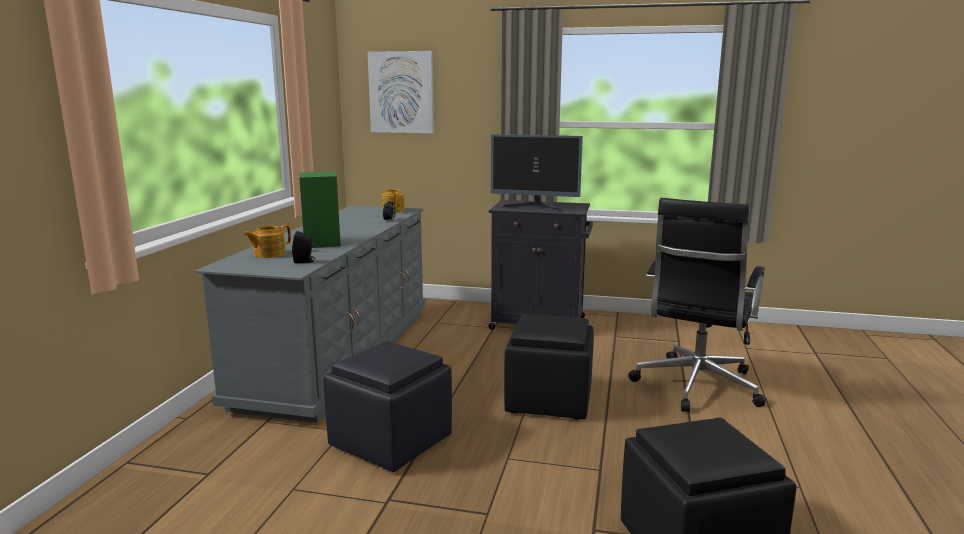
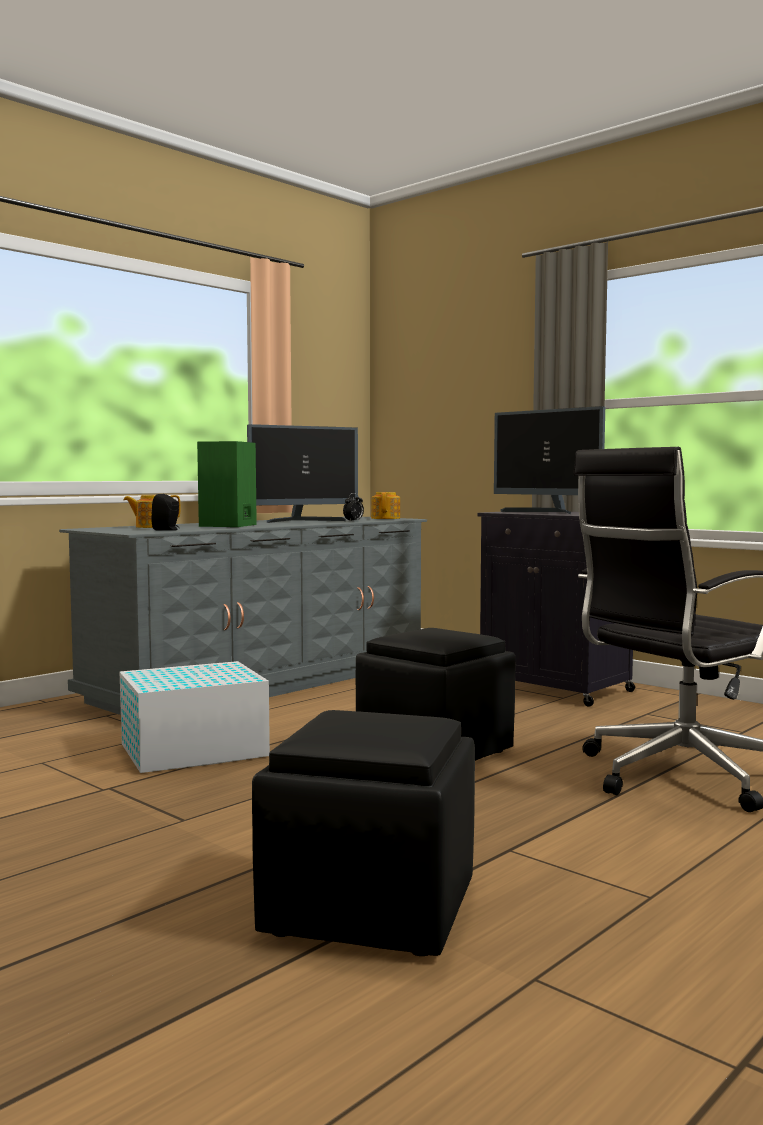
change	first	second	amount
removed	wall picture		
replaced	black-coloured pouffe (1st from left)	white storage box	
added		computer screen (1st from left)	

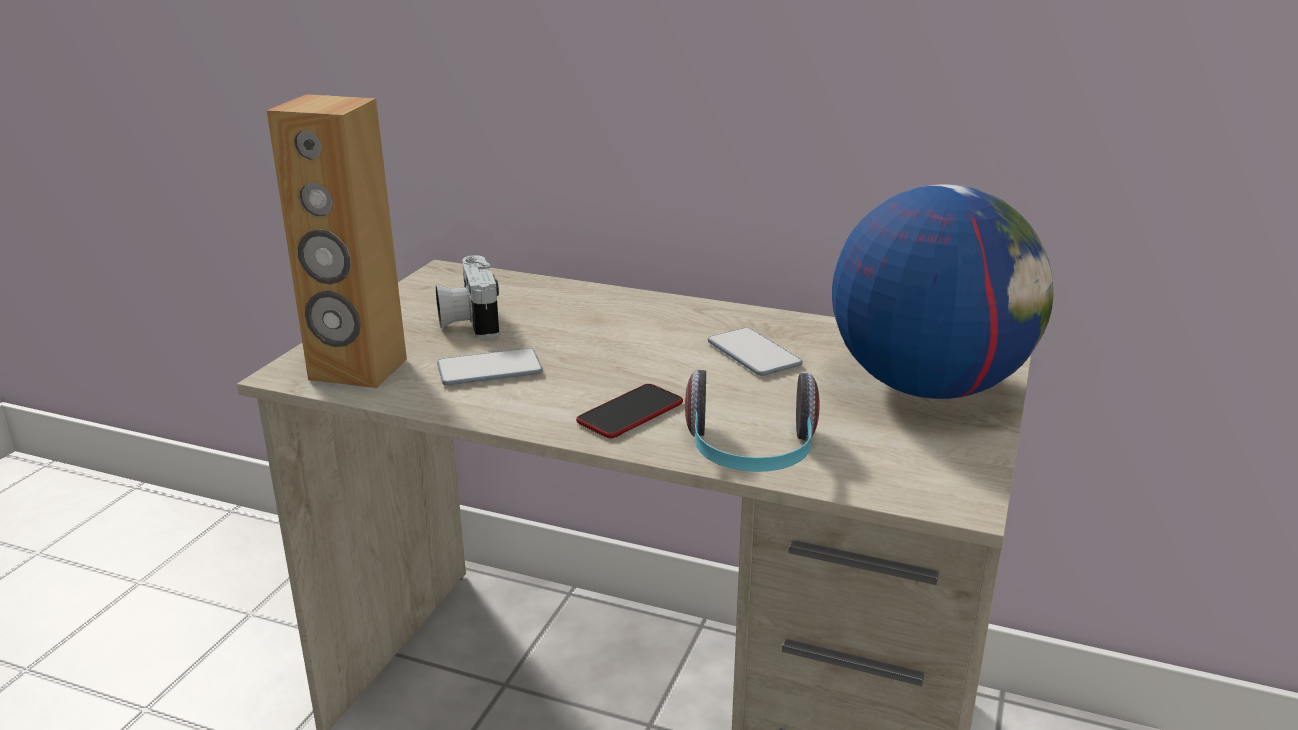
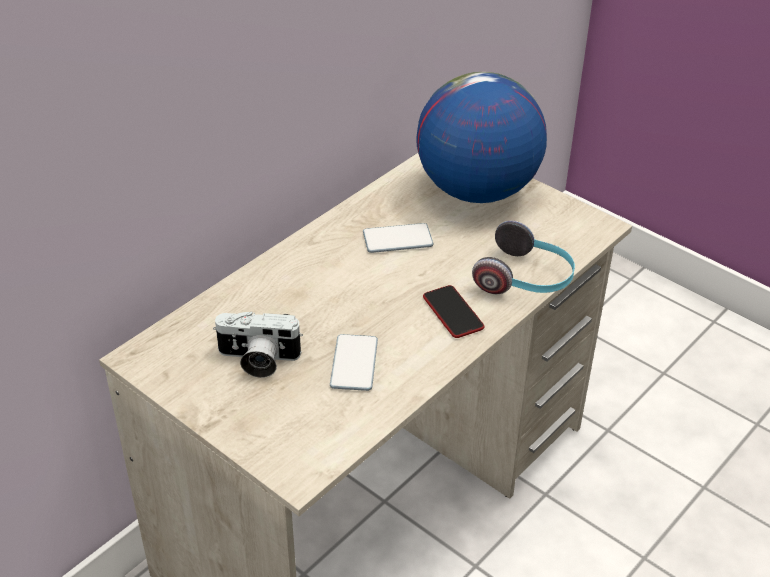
change	first	second	amount
removed	brown-coloured audio speaker		

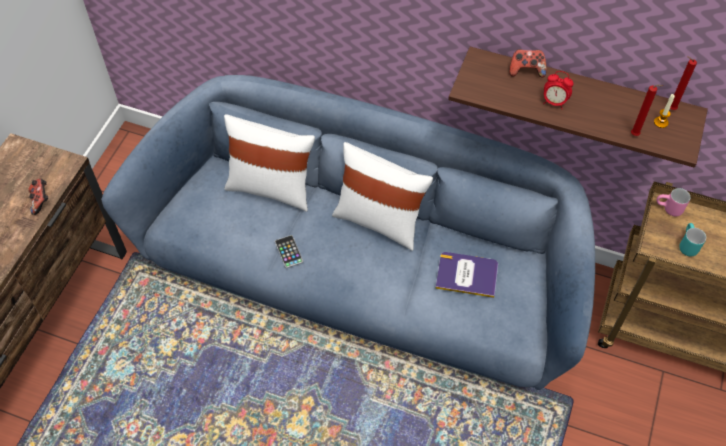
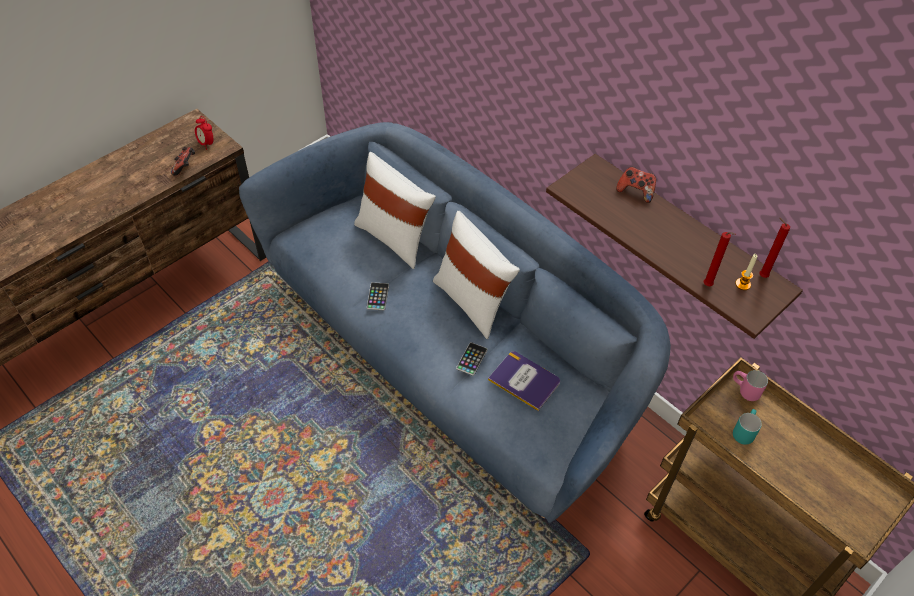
change	first	second	amount
moved	bedside clock		
added		handset (2nd from left)	

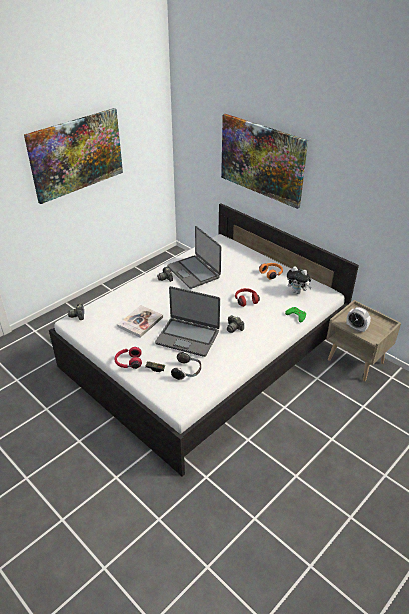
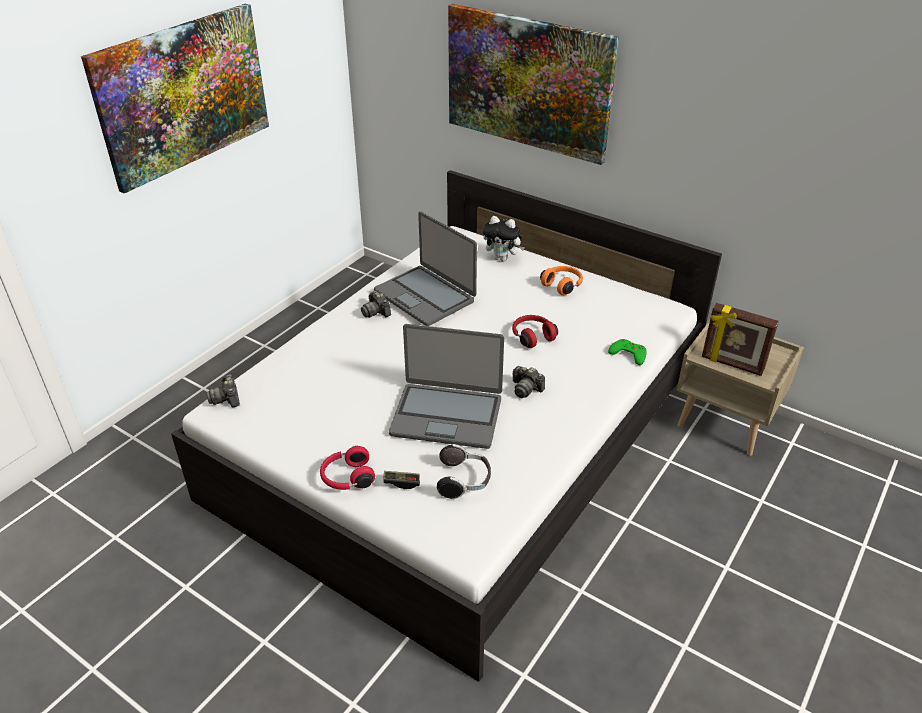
change	first	second	amount
moved	cuddly toy		
removed	volume		
replaced	bedside clock	standing frame	

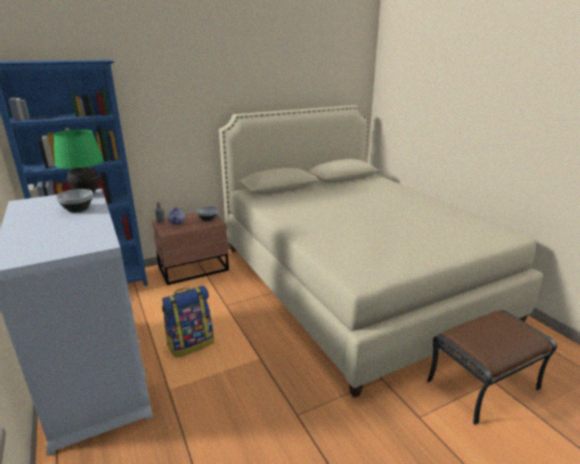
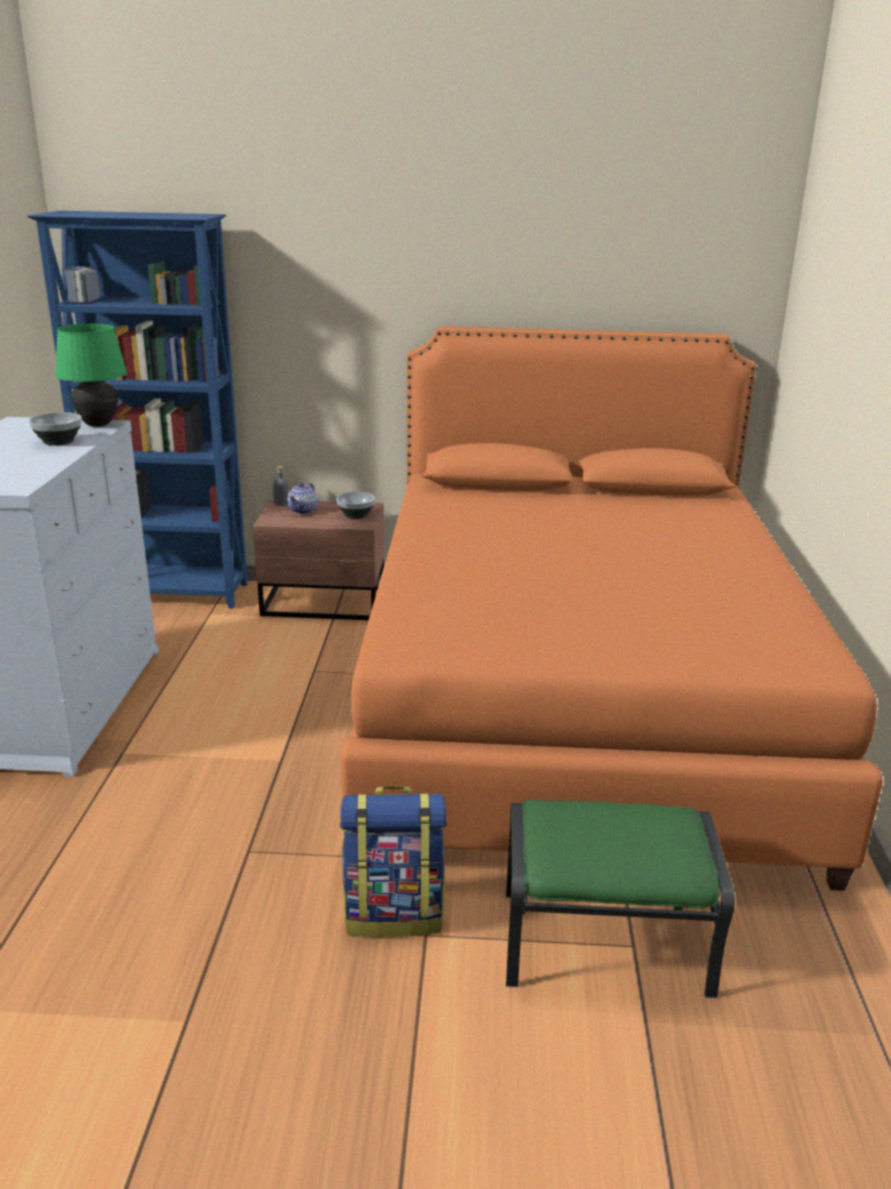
change	first	second	amount
recoloured	beige sleeping bed	orange-coloured sleeping bed	
moved	rucksack		
recoloured	brown-coloured pouffe	green-coloured pouffe	

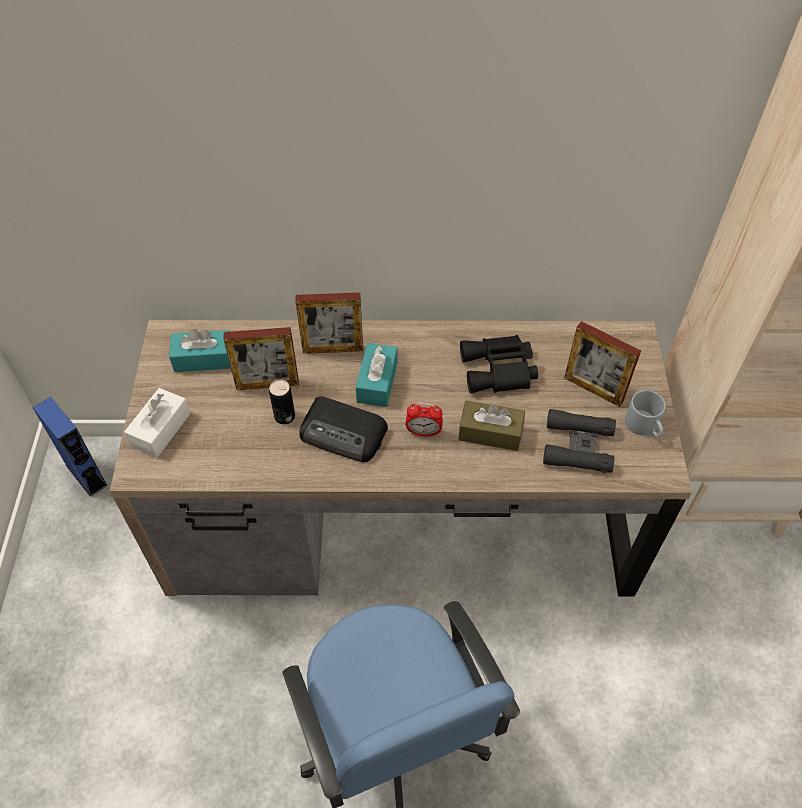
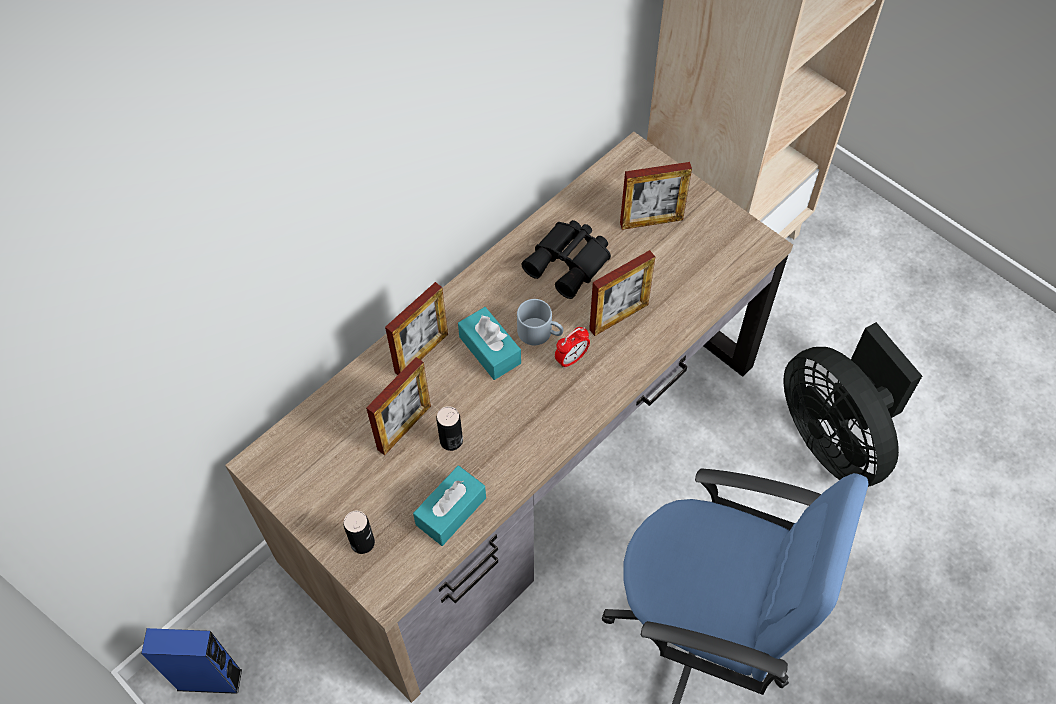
change	first	second	amount
moved	turquoise-coloured box of tissues (1st from left)		
replaced	white box of tissues	can (1st from left)	
moved	gray mug		
removed	radio		
replaced	brown-coloured box of tissues	standing frame (3rd from left)	
removed	black-coloured binoculars (2nd from left)		
added		black-coloured electric fan	

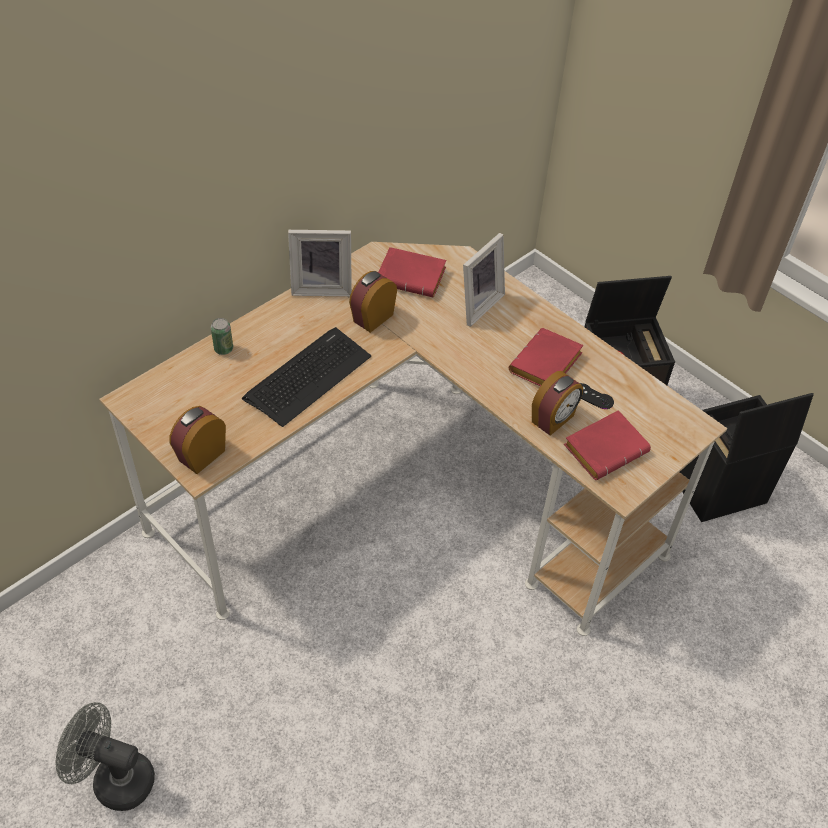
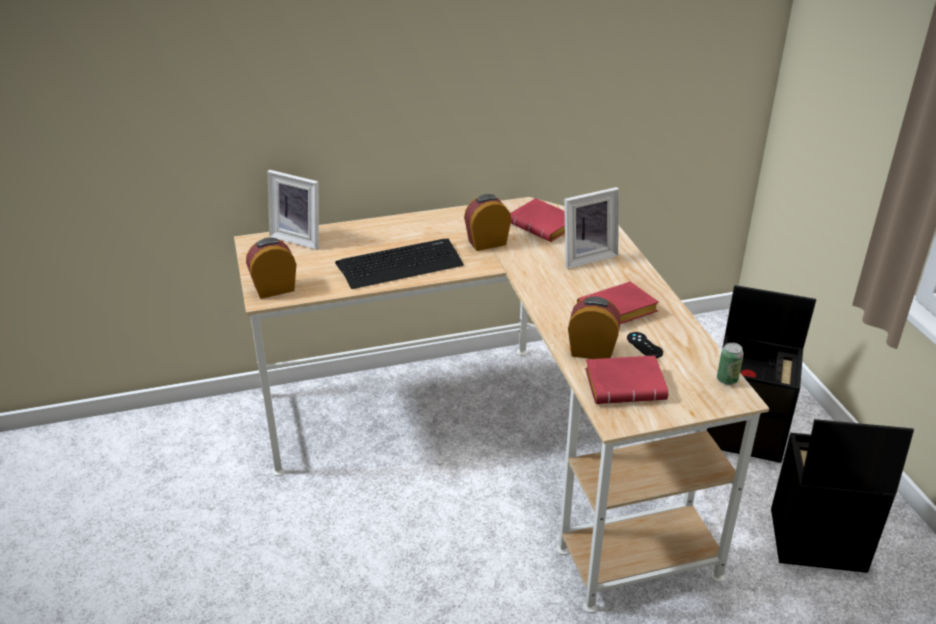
change	first	second	amount
moved	standing frame (1st from left)		
moved	can		
turned	bedside clock (3rd from left)		150 degrees counterclockwise
removed	gray electric fan		

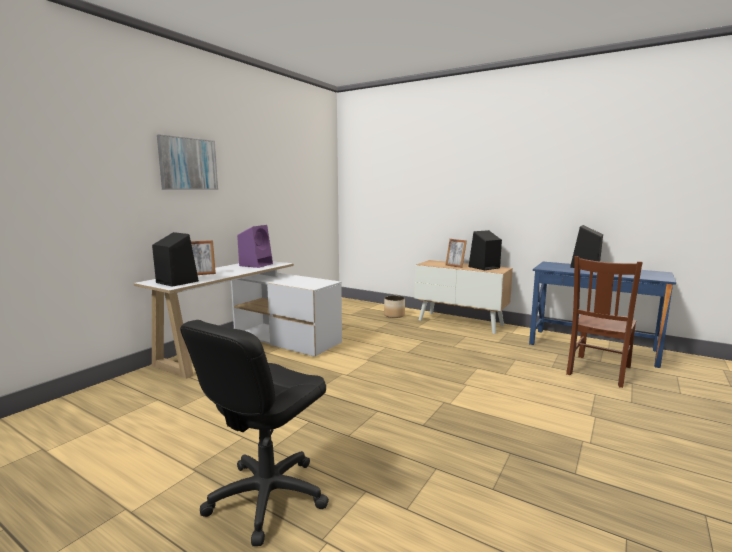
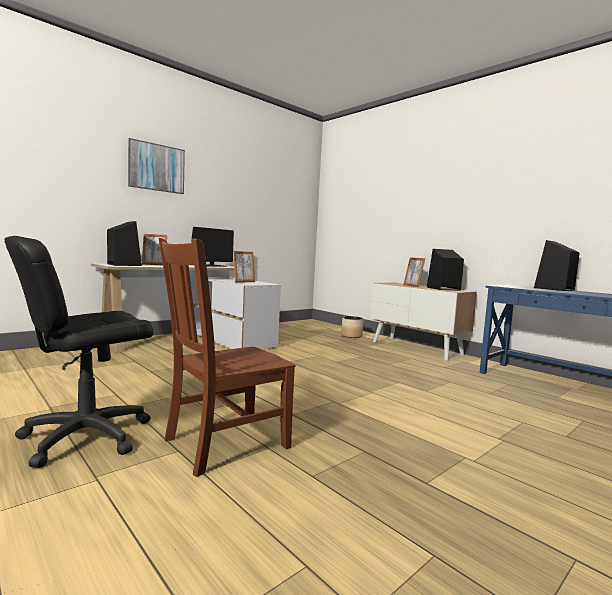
change	first	second	amount
replaced	purplish audio speaker	computer screen	
moved	brown-coloured upright chair		
added		standing frame (2nd from left)	

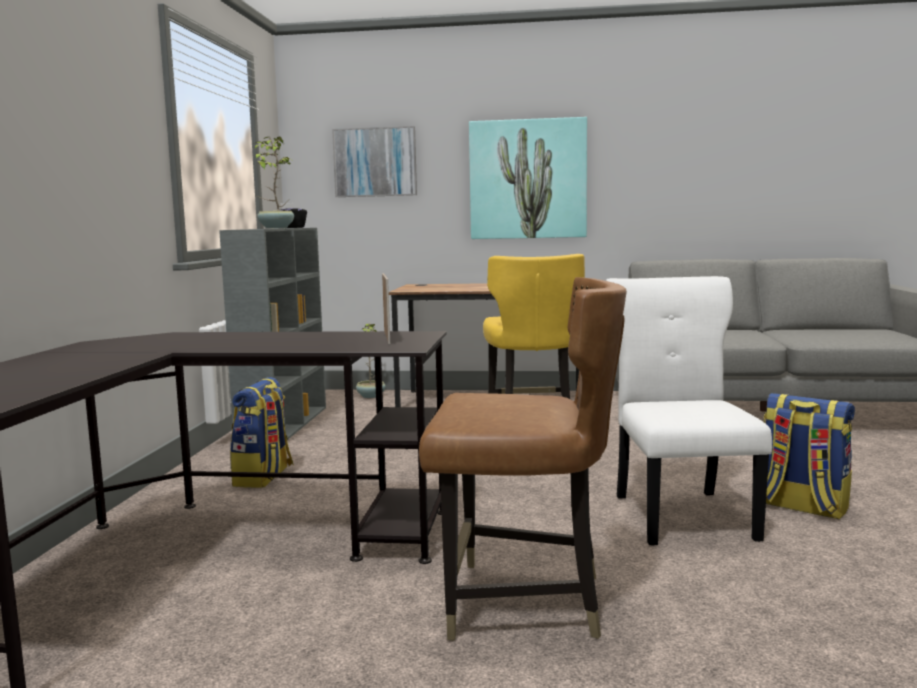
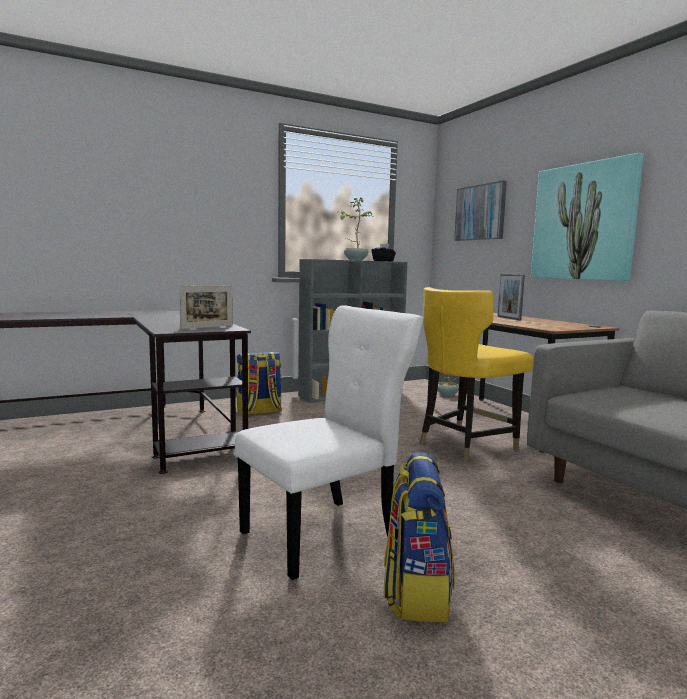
change	first	second	amount
removed	brown-coloured upright chair		
added		standing frame (2nd from left)	

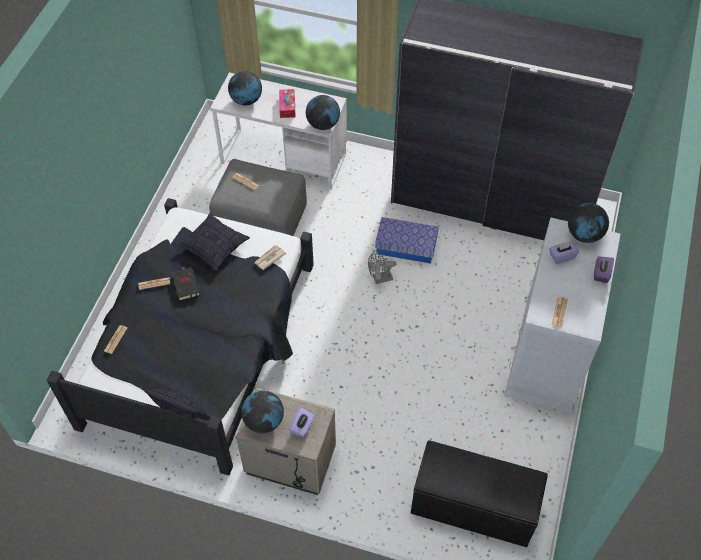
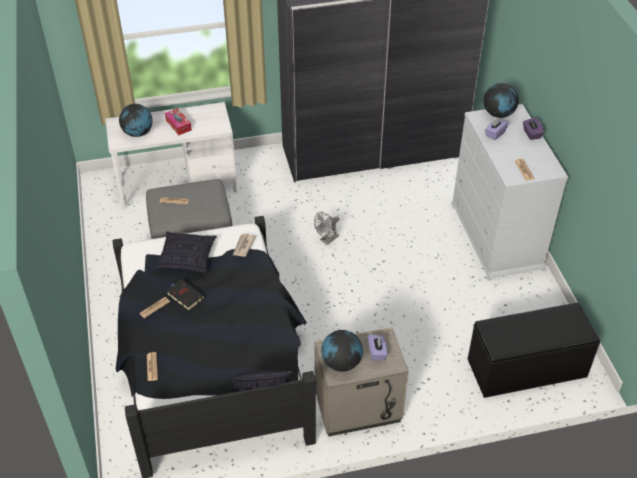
change	first	second	amount
removed	desk globe (3rd from left)		
removed	storage box		

